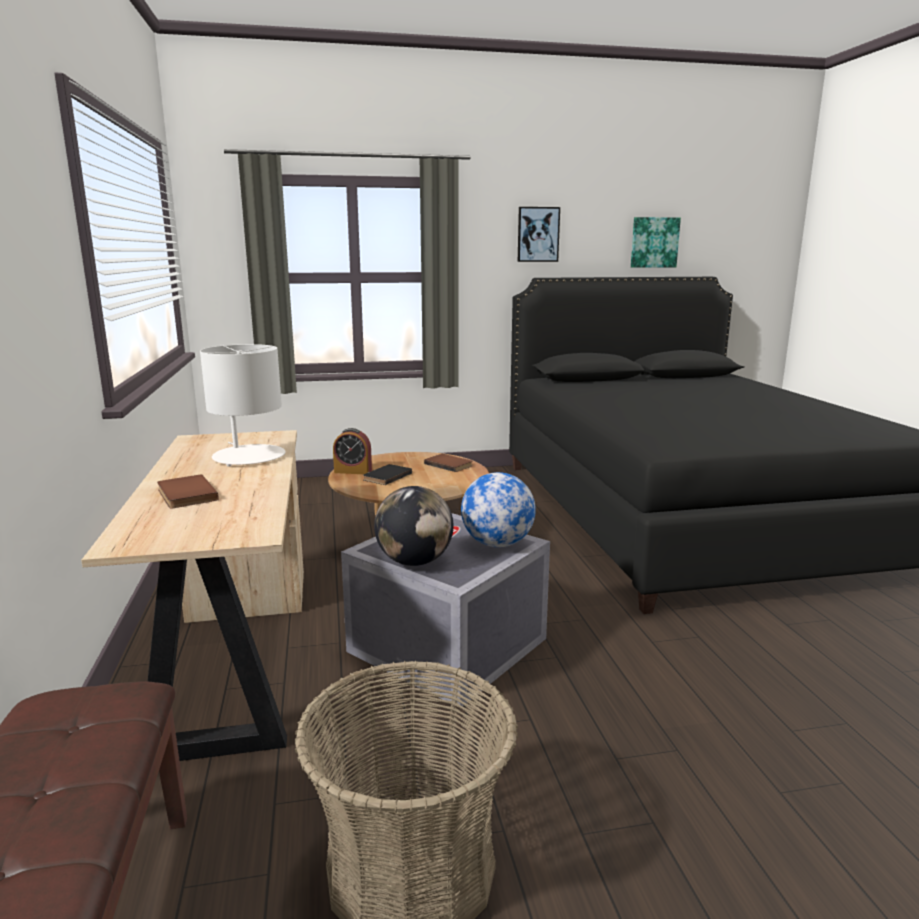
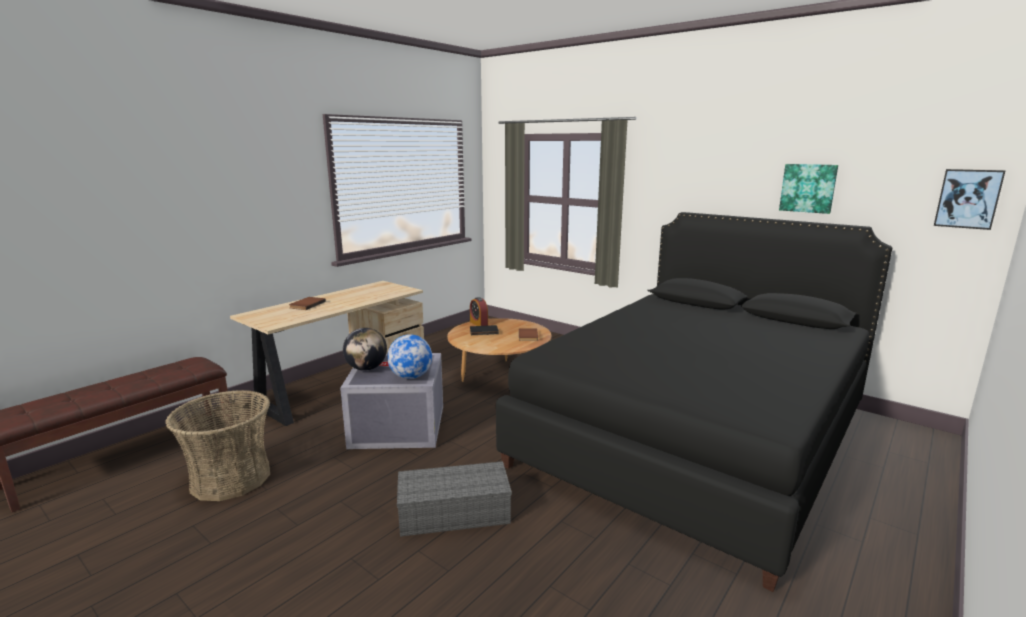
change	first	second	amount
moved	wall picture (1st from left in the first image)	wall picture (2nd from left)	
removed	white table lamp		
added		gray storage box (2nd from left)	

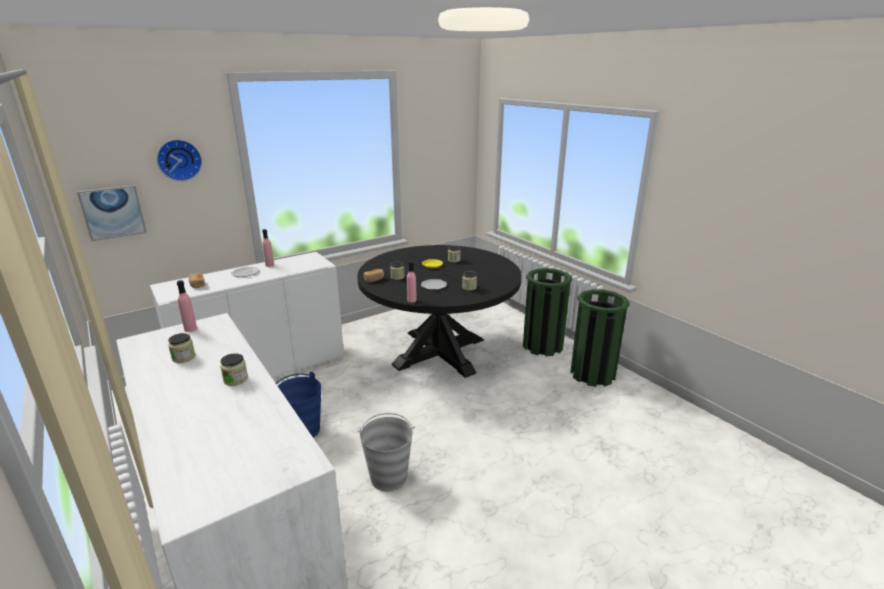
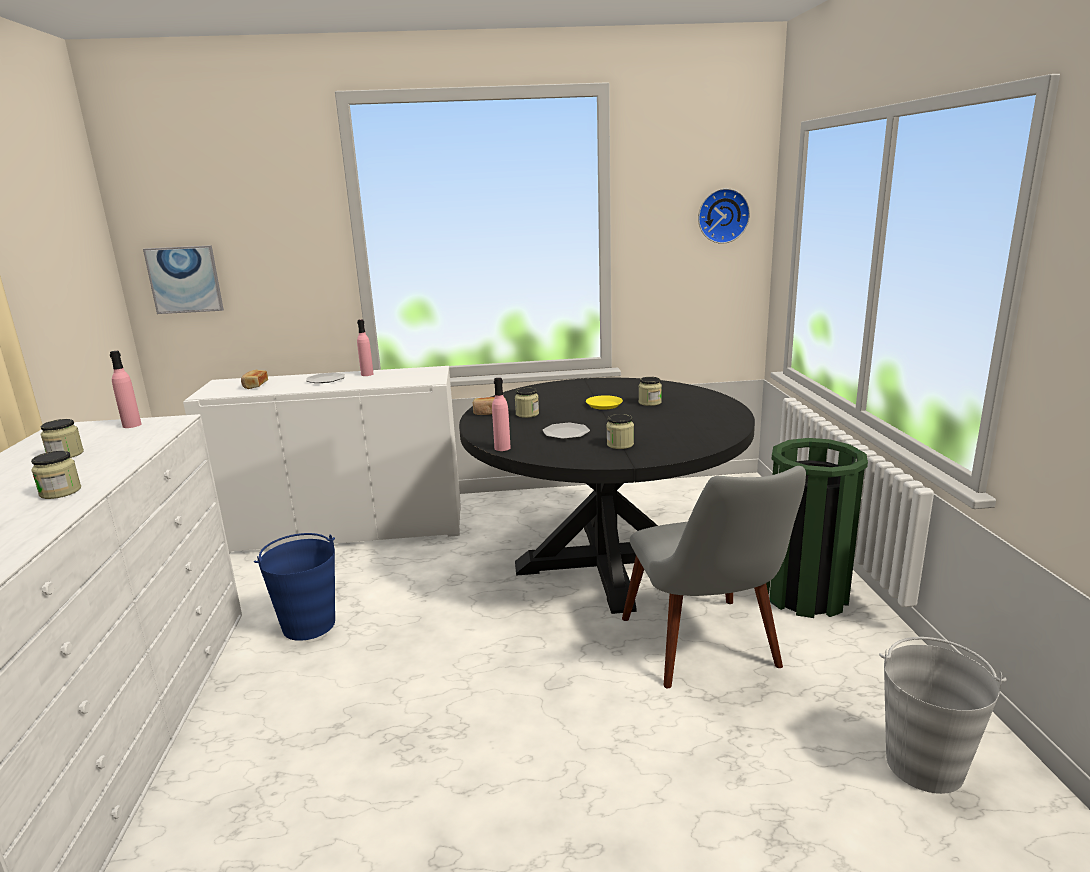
change	first	second	amount
moved	clock on the wall		
removed	green-coloured waste bin (2nd from left)		
moved	gray pail		
added		gray upright chair	

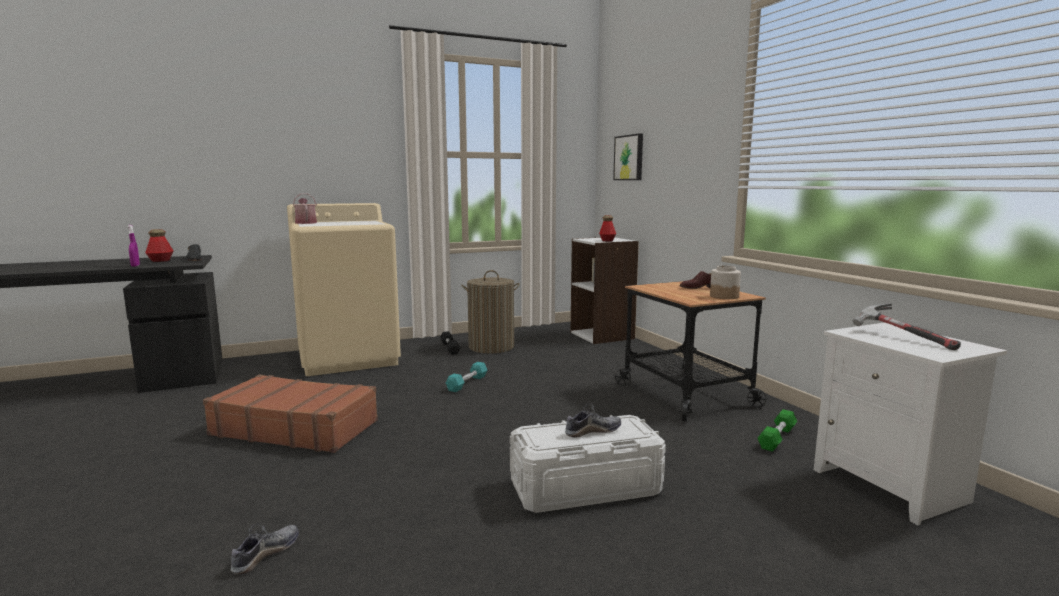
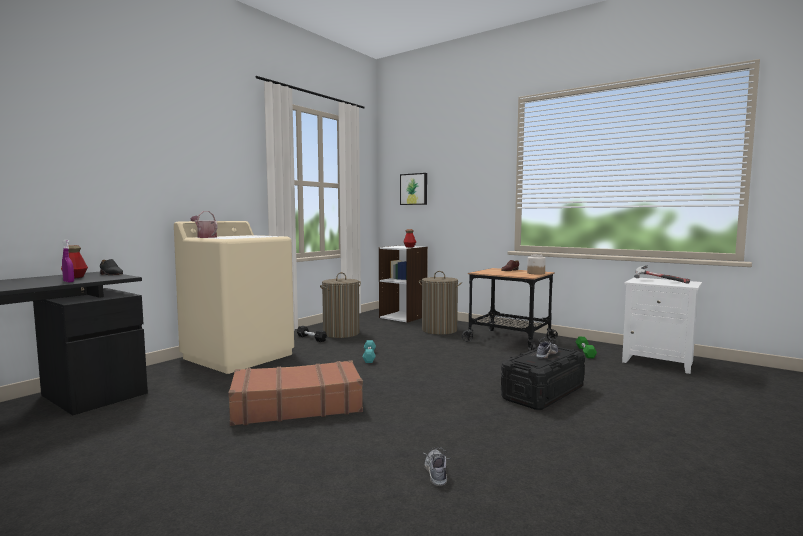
change	first	second	amount
recoloured	white storage box	black-coloured storage box	
added		washing basket (2nd from left)	

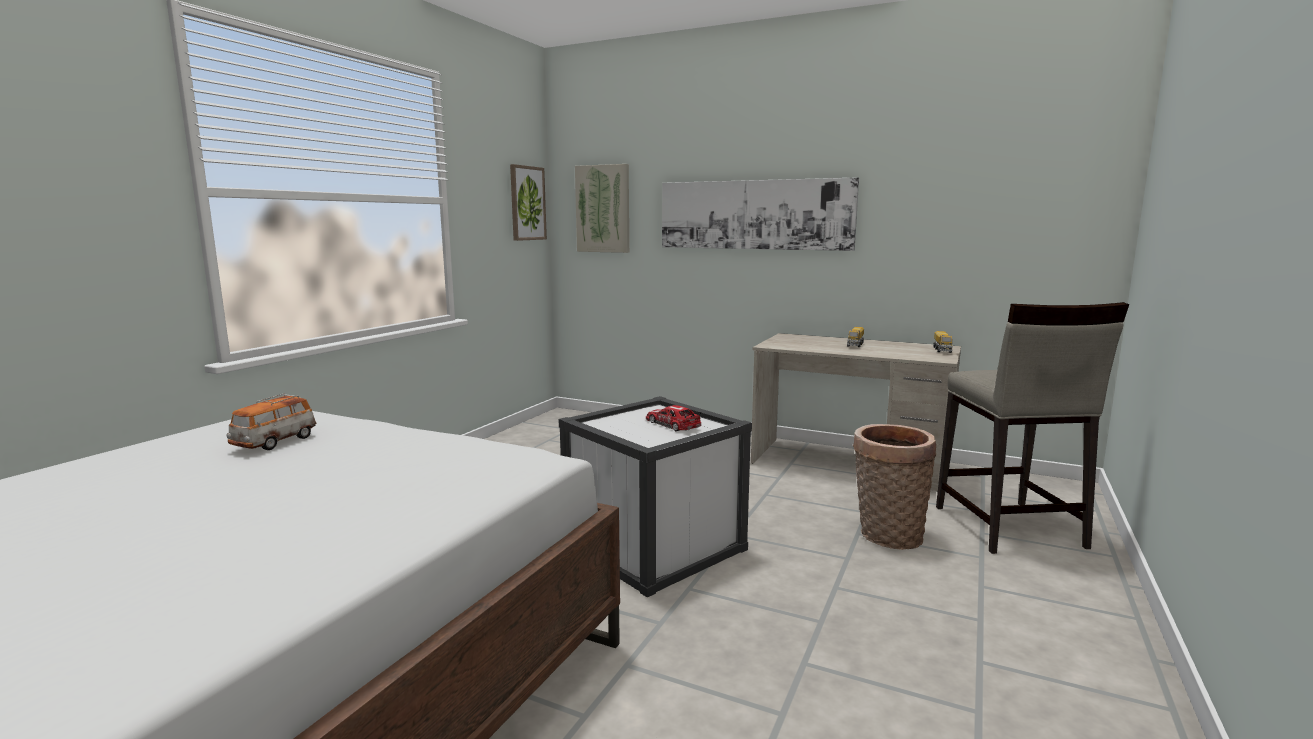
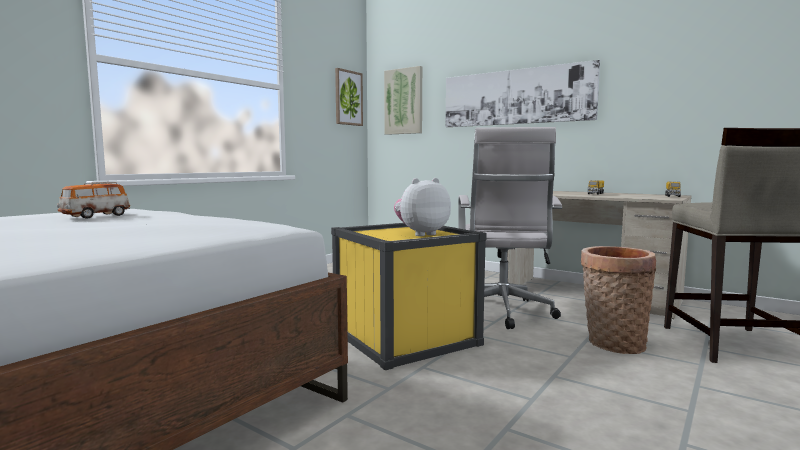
change	first	second	amount
recoloured	white storage box	yellow-coloured storage box	
replaced	toy car (2nd from left)	cuddly toy	
added		white desk chair	

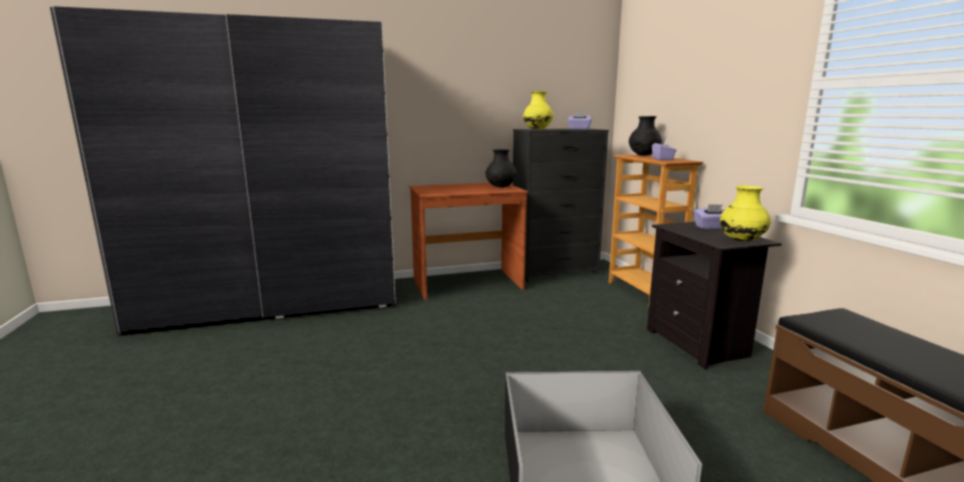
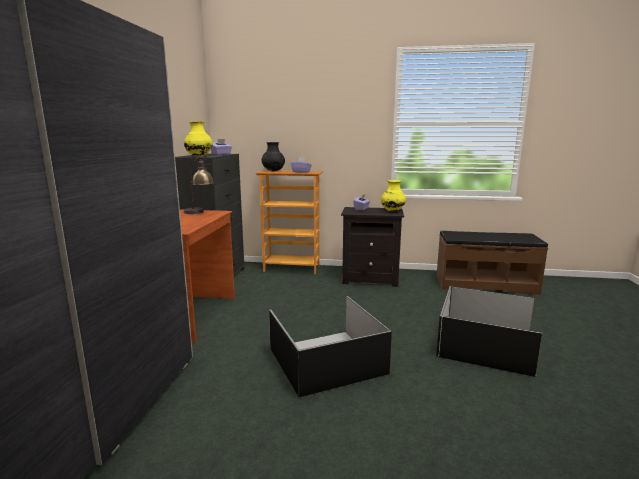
change	first	second	amount
replaced	black-coloured vase (1st from left)	table lamp	
added		black-coloured storage box (1st from left)	

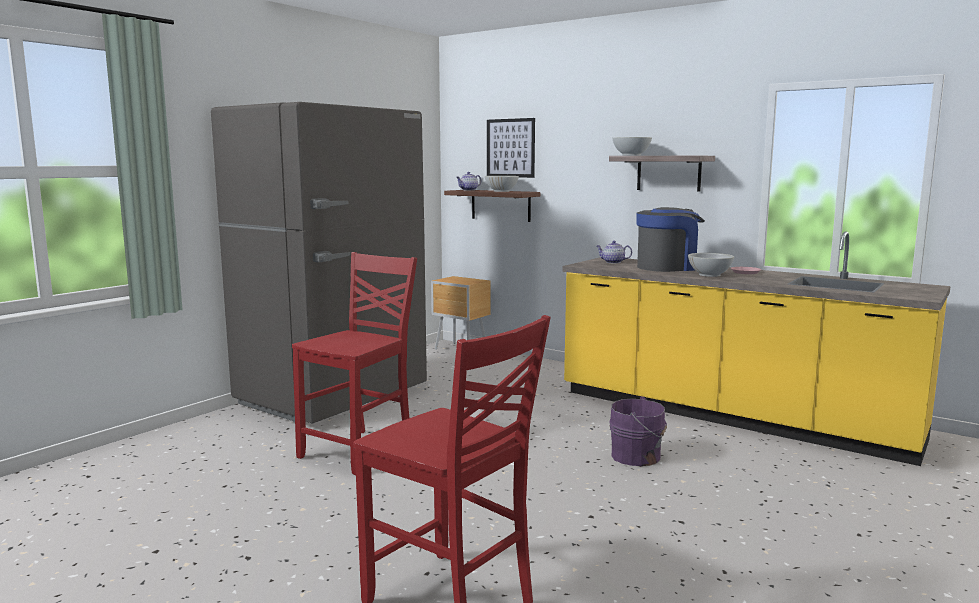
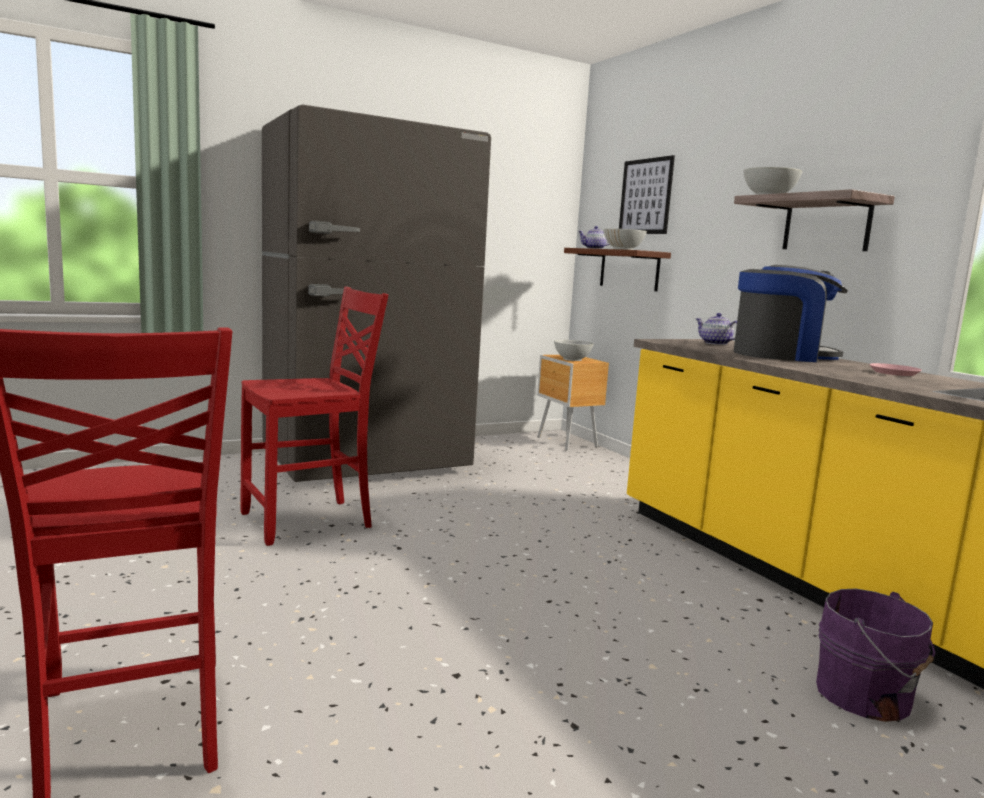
change	first	second	amount
moved	white deep dish (3rd from left in the first image)	white deep dish (1st from left)	
moved	purplish pail		

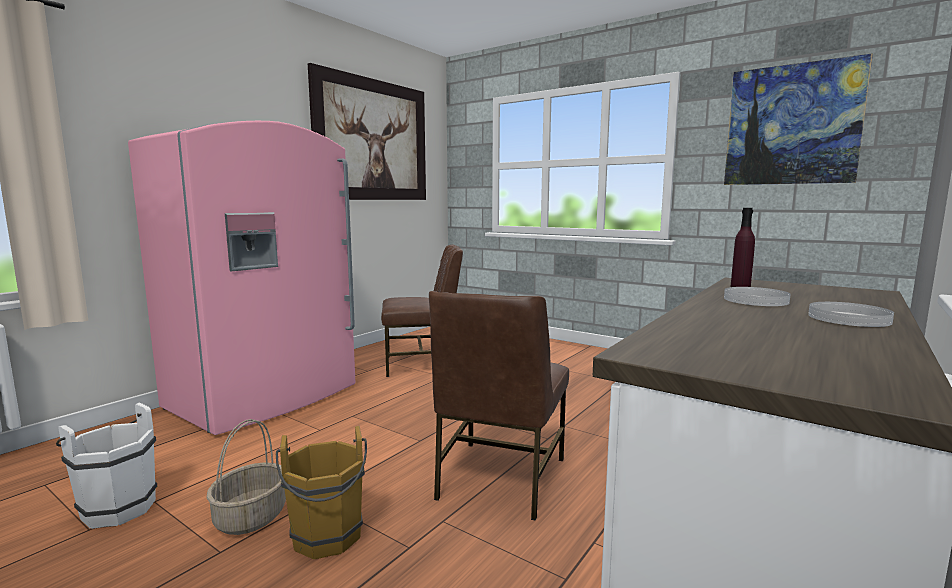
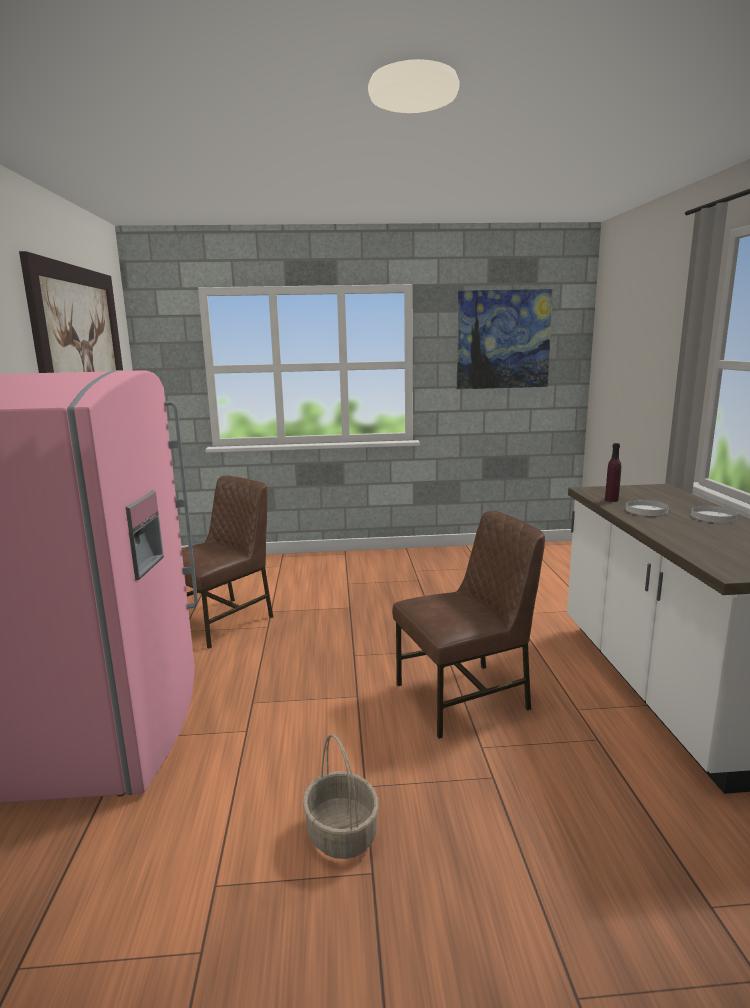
change	first	second	amount
turned	brown-coloured upright chair (2nd from left)		90 degrees counterclockwise
removed	white pail		
removed	brown-coloured pail		

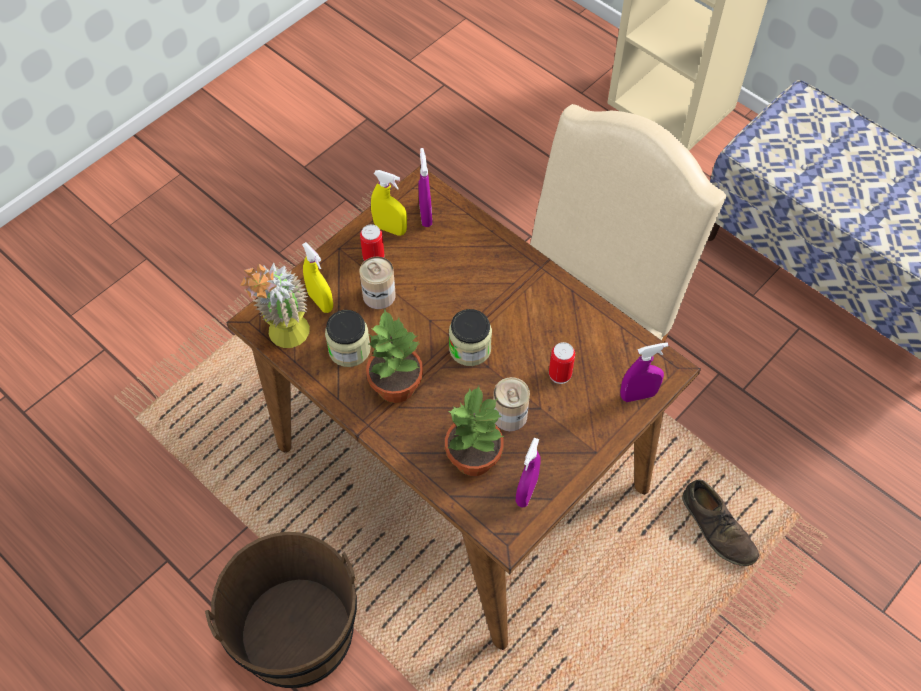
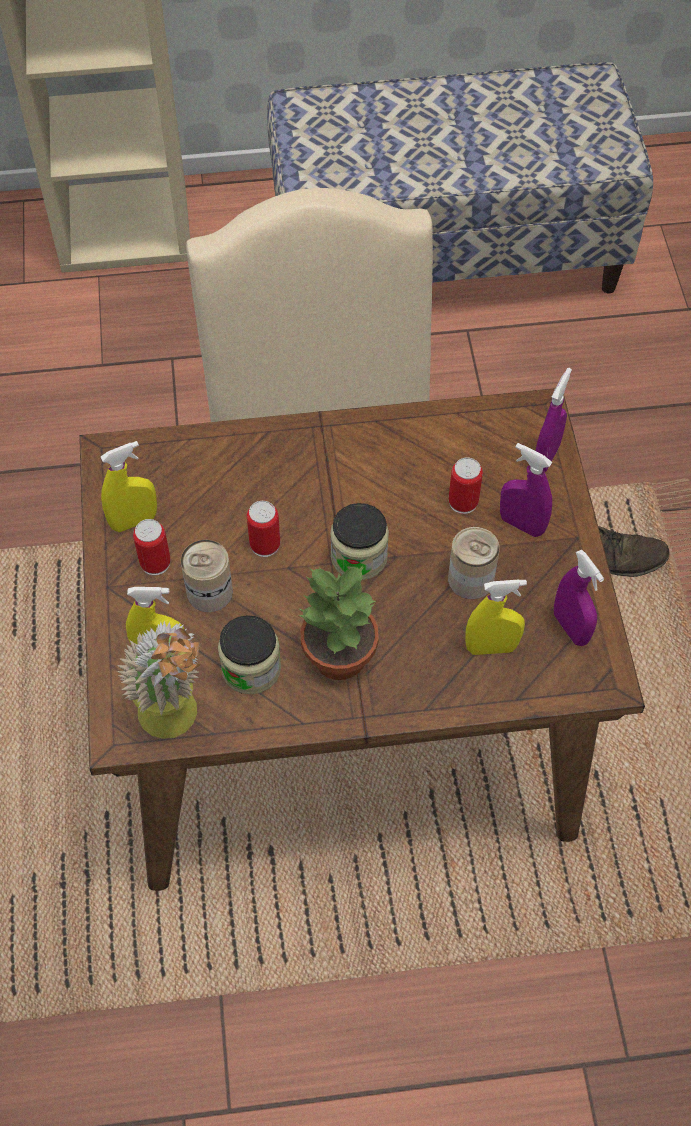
change	first	second	amount
moved	purplish hand sprayer (1st from left)		
replaced	plant in a pot (3rd from left)	yellow-coloured hand sprayer (3rd from left)	
removed	brown-coloured pail		
added		can (3rd from left)	

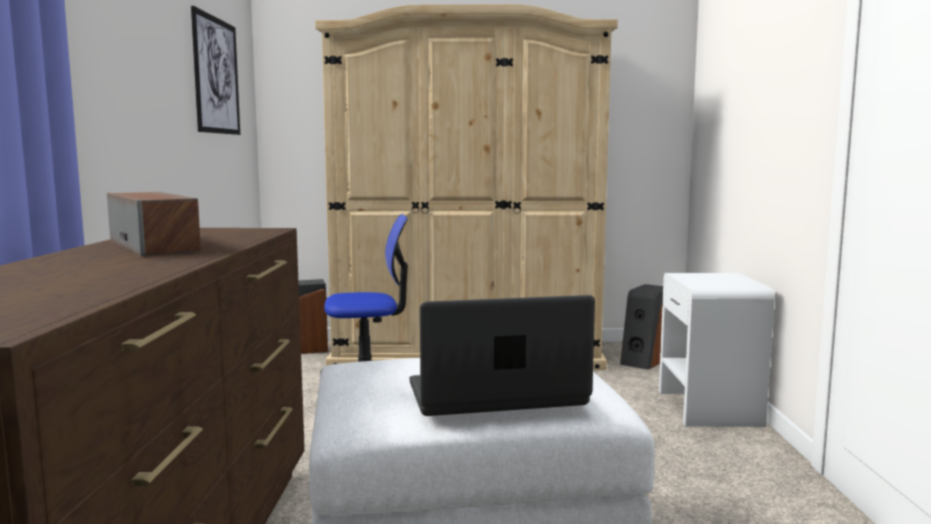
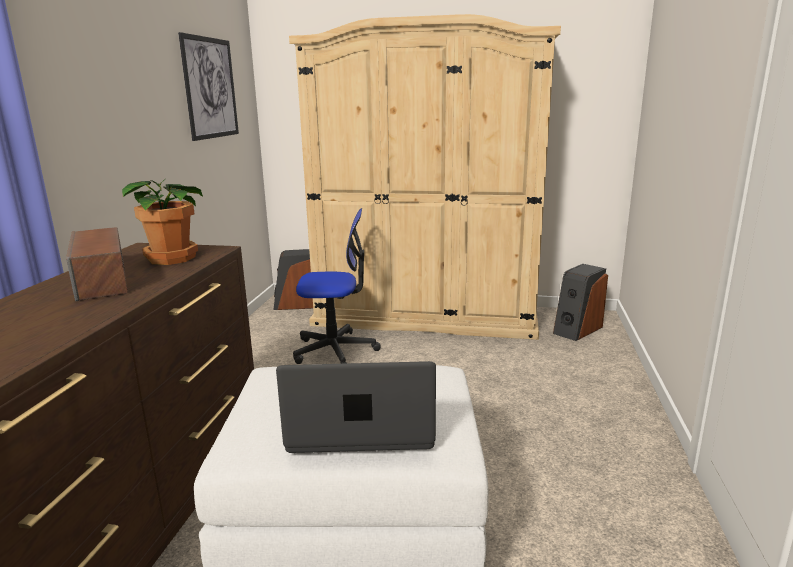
change	first	second	amount
removed	white night table		
added		plant in a pot	

